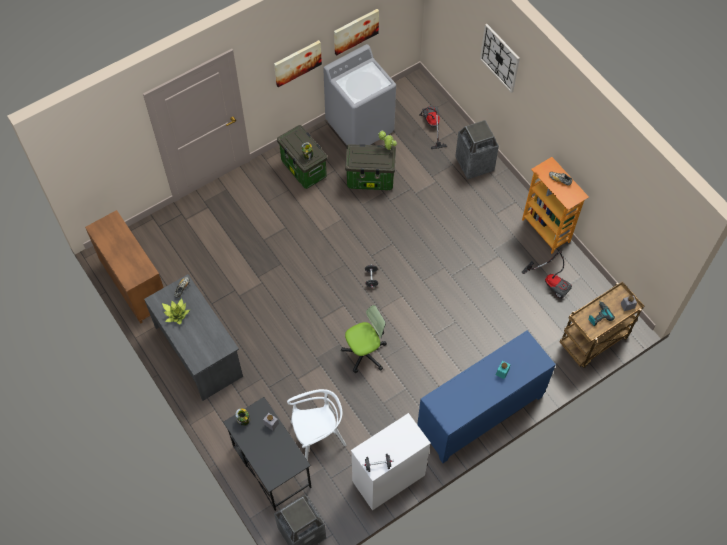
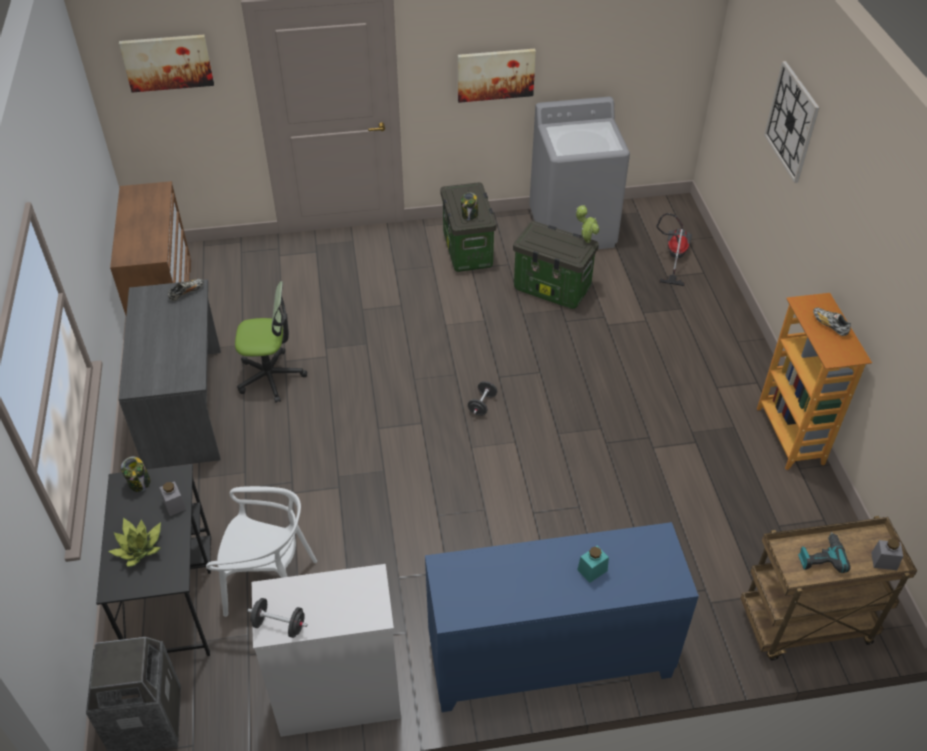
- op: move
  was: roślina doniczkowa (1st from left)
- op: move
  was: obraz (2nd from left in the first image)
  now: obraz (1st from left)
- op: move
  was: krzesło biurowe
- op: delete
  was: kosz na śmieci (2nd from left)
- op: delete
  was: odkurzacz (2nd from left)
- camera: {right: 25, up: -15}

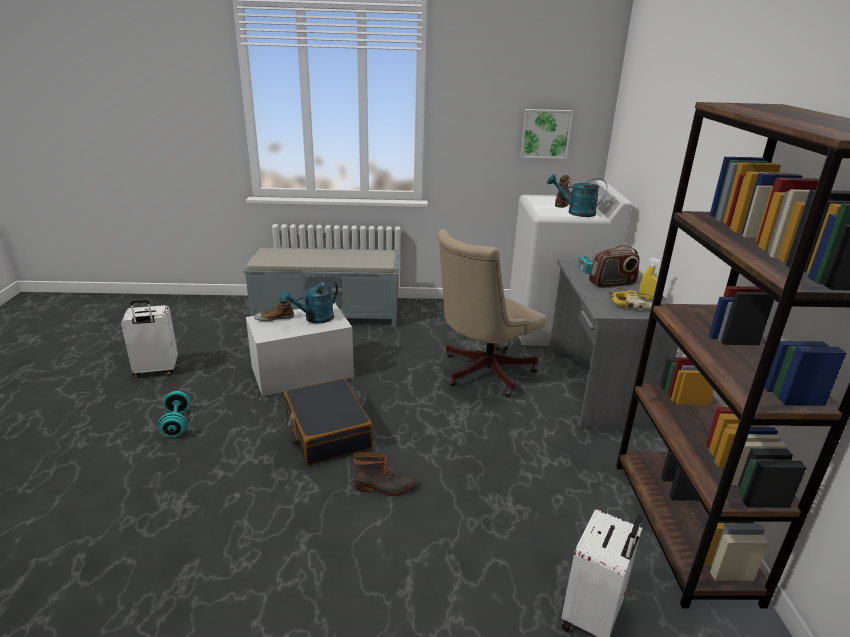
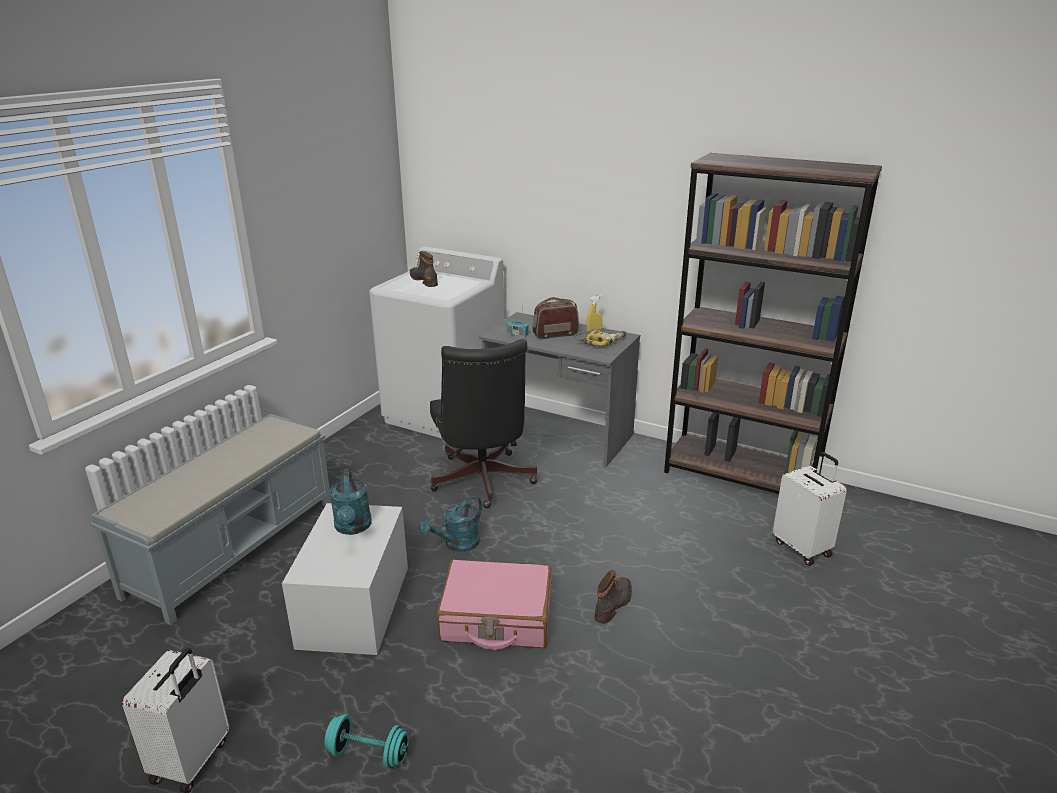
- op: move
  was: konewka [turkusowy] (2nd from left)
- op: recolor
  was: krzesło biurowe [beżowy]
  now: krzesło biurowe [czarny]
- op: recolor
  was: walizka [czarny]
  now: walizka [różowy]
- op: rotate
  was: radio (2nd from left)
  clockwise: -120
- op: delete
  was: but
- op: delete
  was: obraz
- camera: {right: -60, up: 0}

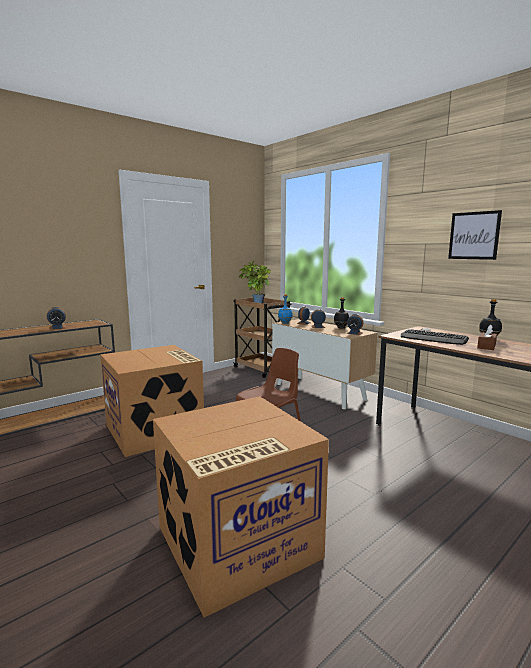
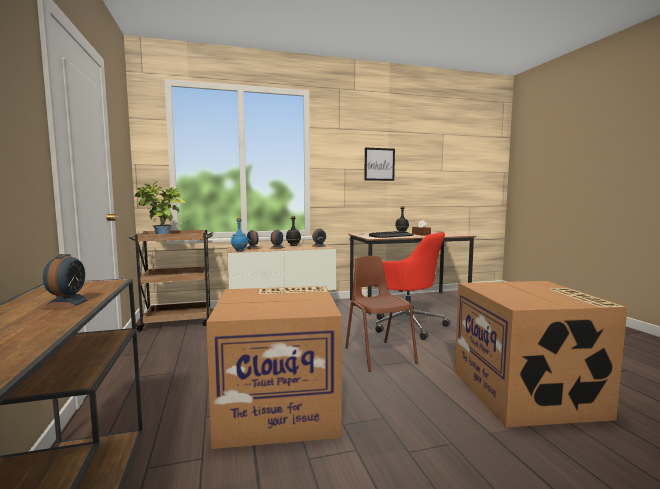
- op: insert
  now: krzesło biurowe [czerwony]
- camera: {right: -65, up: -5}

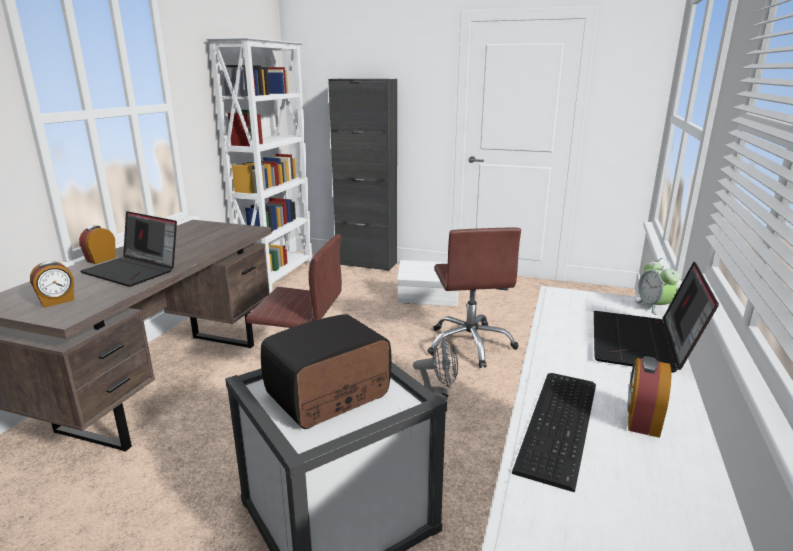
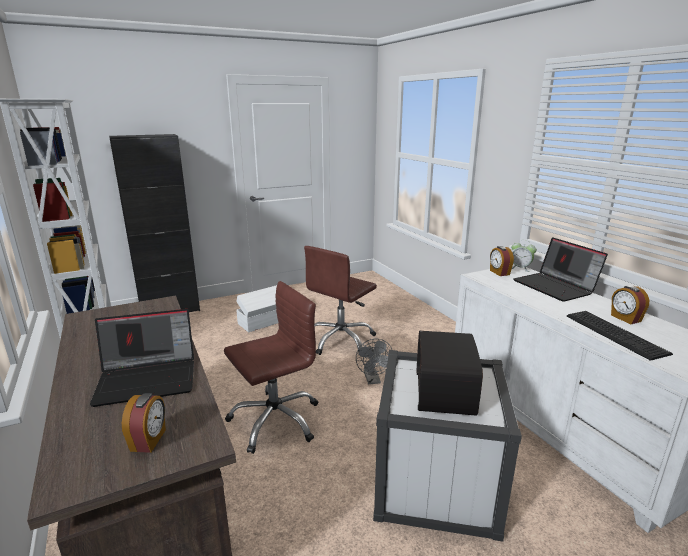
- op: rotate
  was: krzesło biurowe [brązowy] (2nd from left)
  clockwise: 90
- op: rotate
  was: wentylator [szary]
  clockwise: 120
- op: move
  was: budzik (2nd from left)
- camera: {right: -45, up: 0}

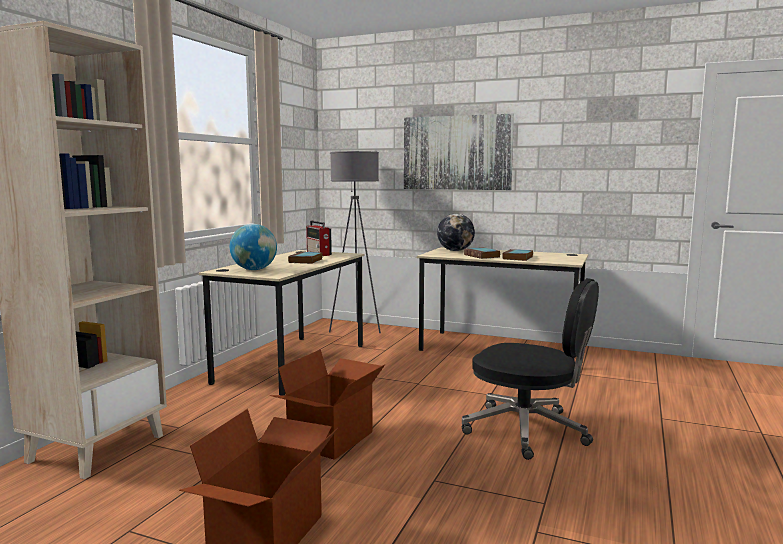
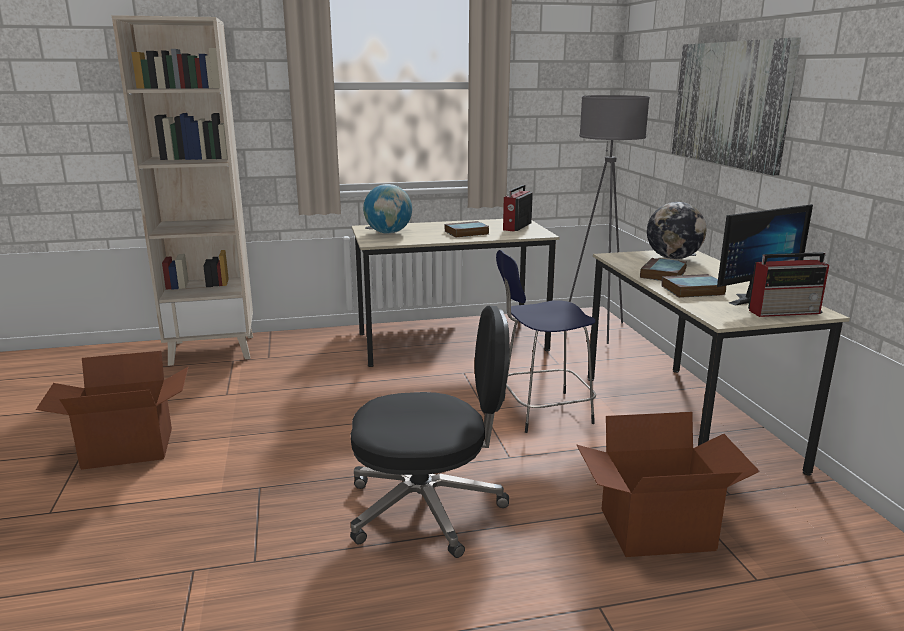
- op: rotate
  was: krzesło biurowe [czarny]
  clockwise: -90
- op: insert
  now: stołek [niebieski]
- op: move
  was: karton (2nd from left)
- op: insert
  now: monitor
- op: insert
  now: radio (2nd from left)
- camera: {right: 55, up: 10}

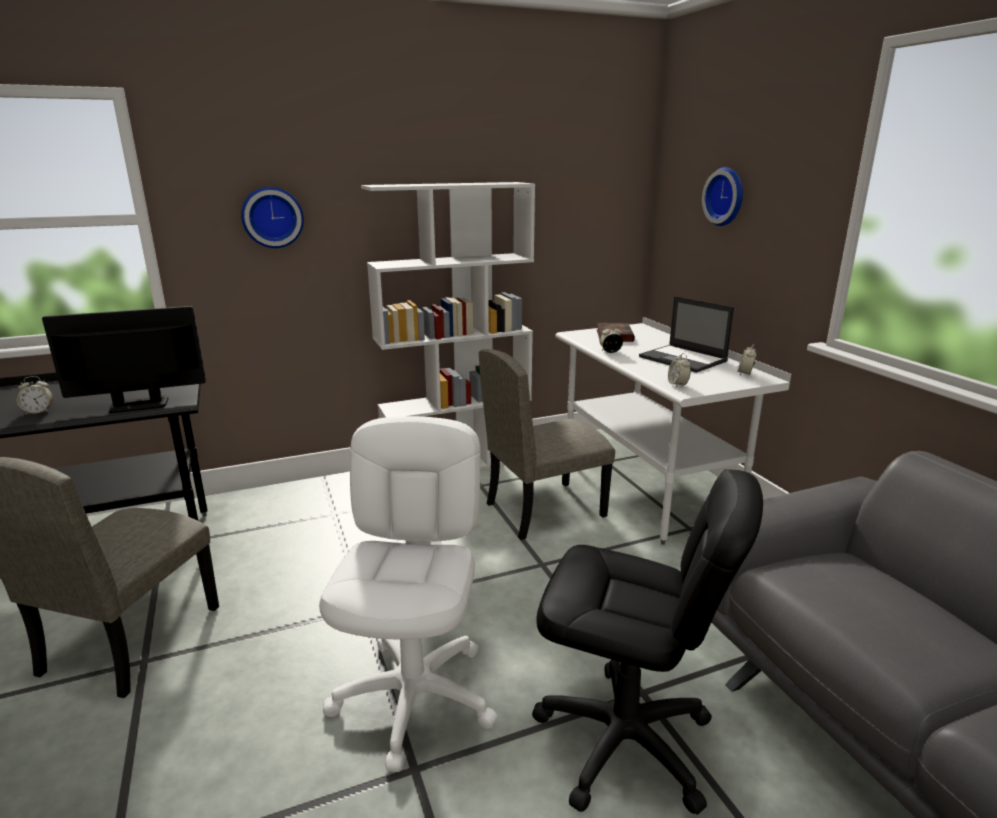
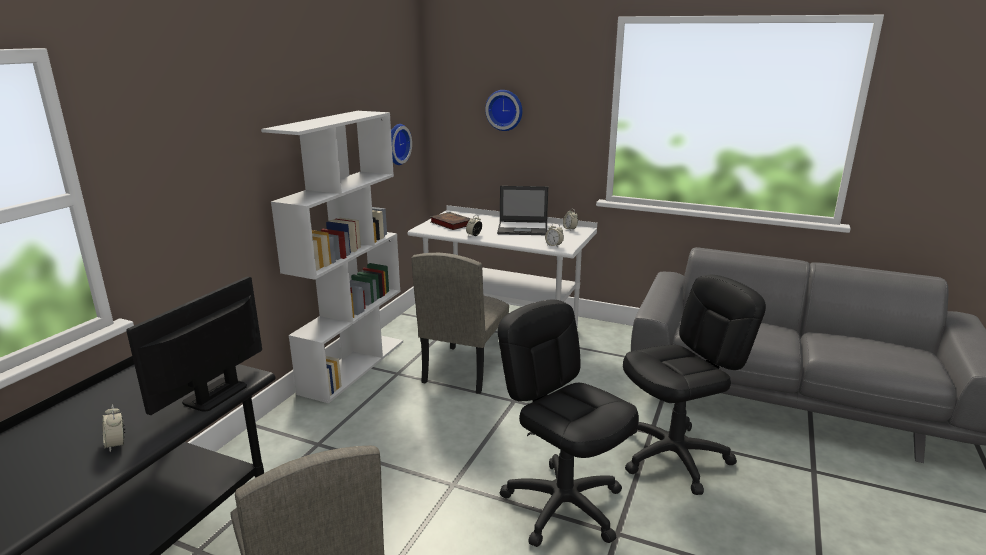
- op: rotate
  was: budzik (1st from left)
  clockwise: 120
- op: move
  was: zegar ścienny (1st from left)
- op: recolor
  was: krzesło biurowe [biały]
  now: krzesło biurowe [czarny] (1st from left)
- camera: {right: -45, up: 0}

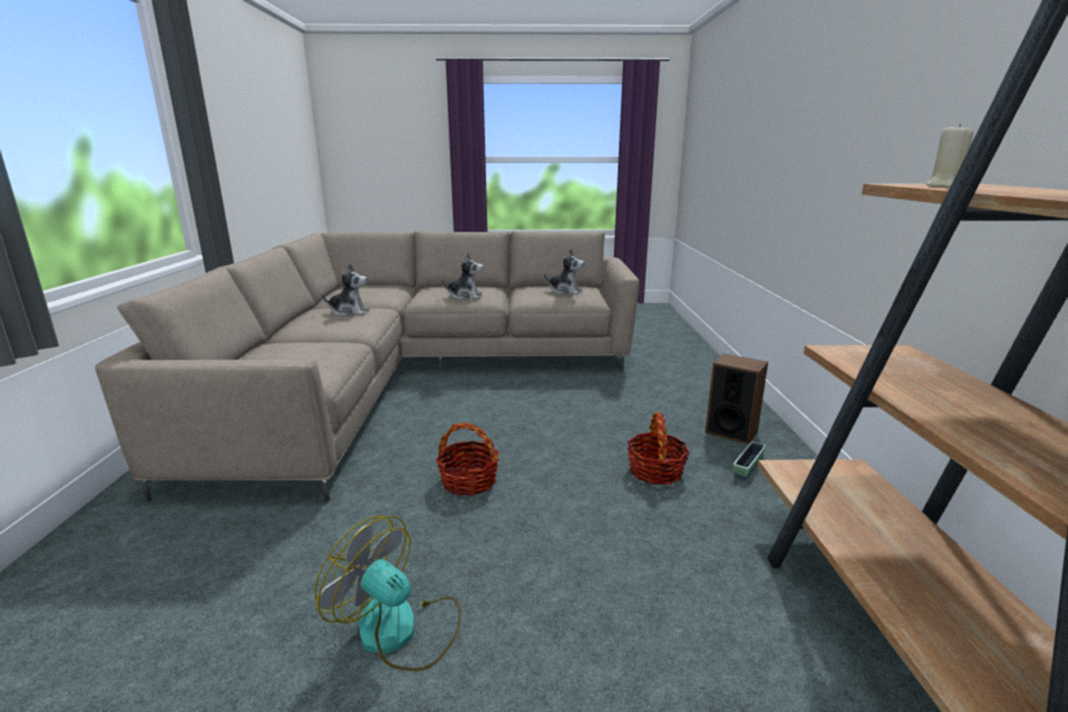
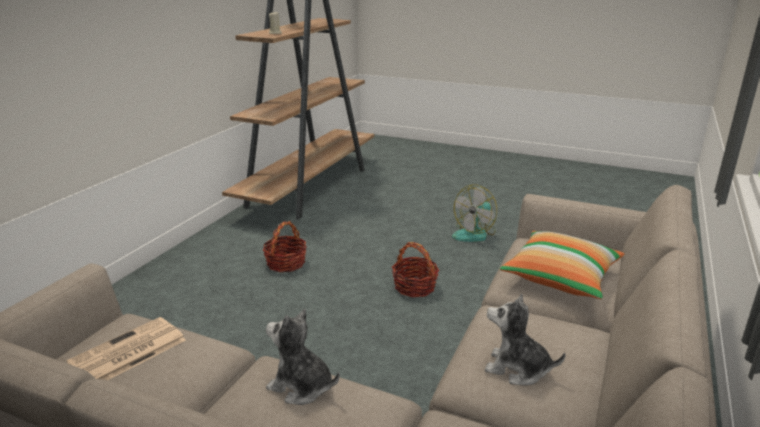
- op: replace
  was: pluszak (3rd from left)
  now: gazeta
- op: rotate
  was: wentylator
  clockwise: 75
- op: insert
  now: poduszka
- op: delete
  was: głośnik
- op: delete
  was: donica
- camera: {right: -155, up: 5}

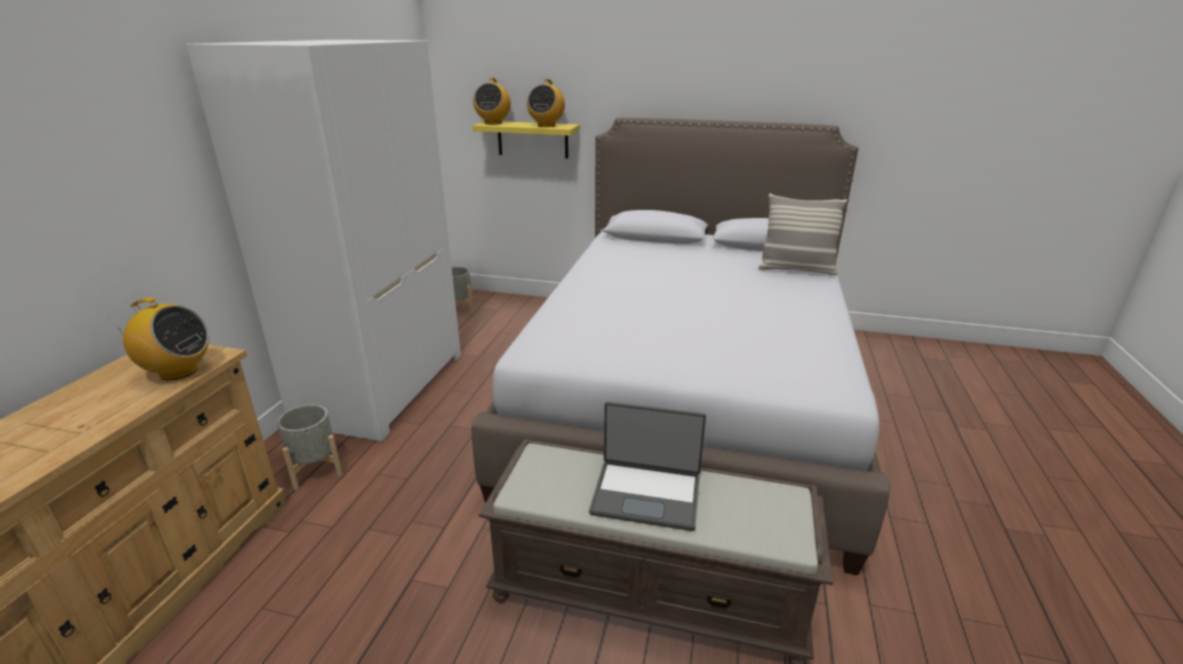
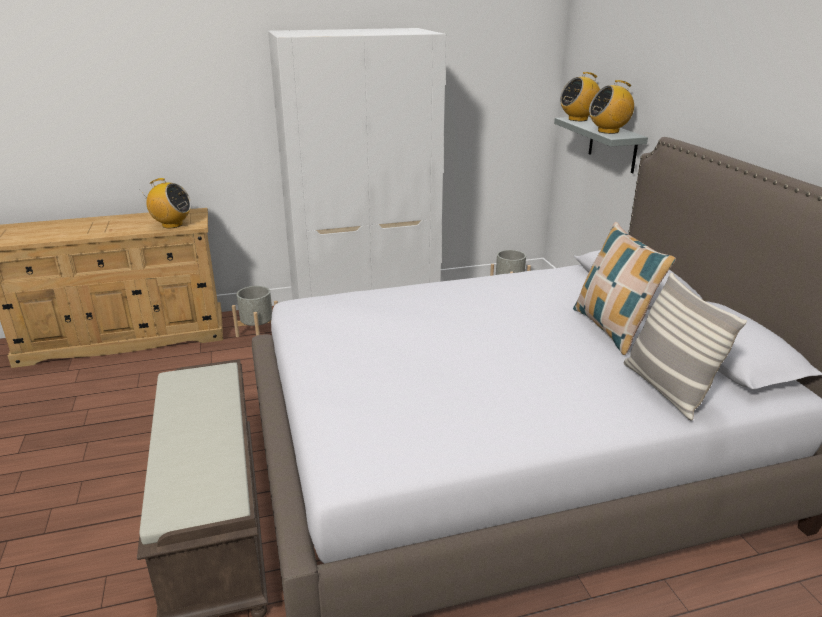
- op: rotate
  was: radio (1st from left)
  clockwise: -60
- op: recolor
  was: półka [żółty]
  now: półka [szary]
- op: insert
  now: poduszka (1st from left)
- op: delete
  was: laptop
- camera: {right: 60, up: 0}

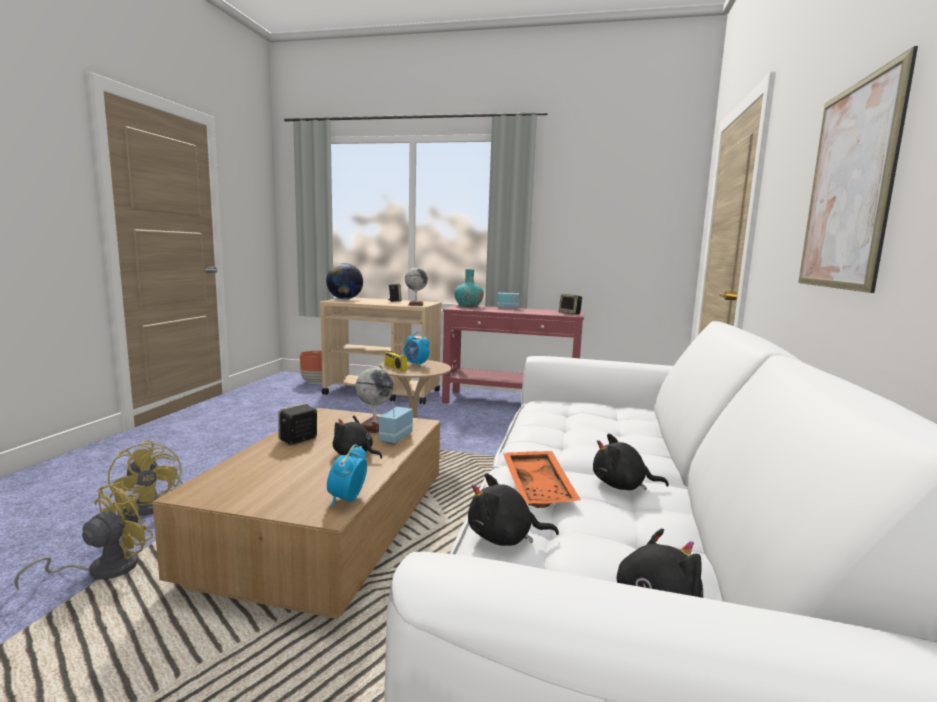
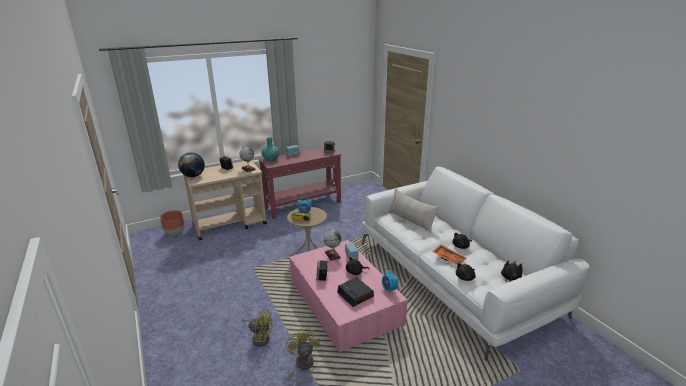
- op: recolor
  was: ława [brązowy]
  now: ława [różowy]
- op: insert
  now: budzik (2nd from left)
- op: insert
  now: poduszka [beżowy]
- op: delete
  was: obraz
- camera: {right: -40, up: 15}

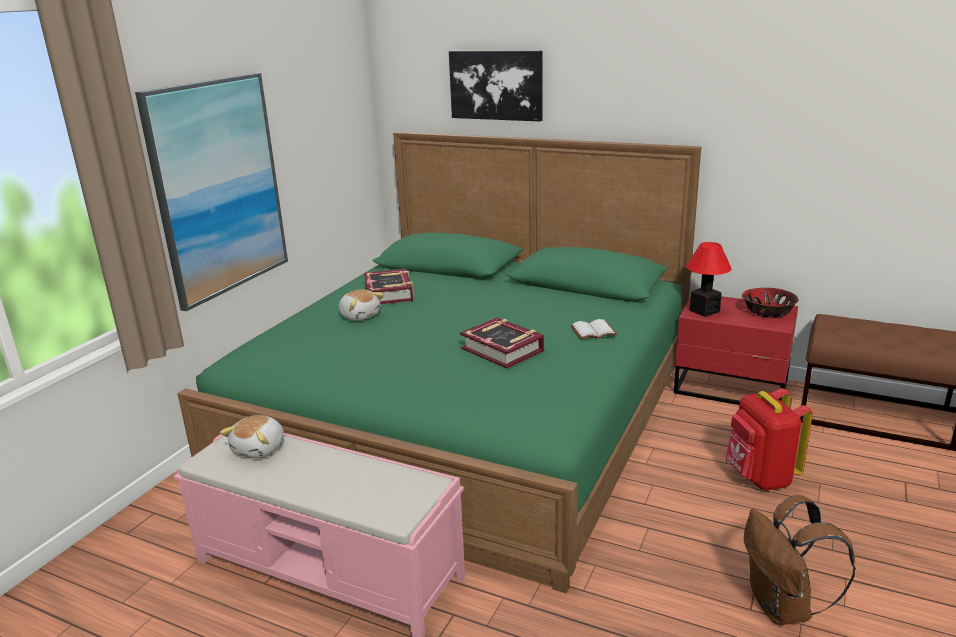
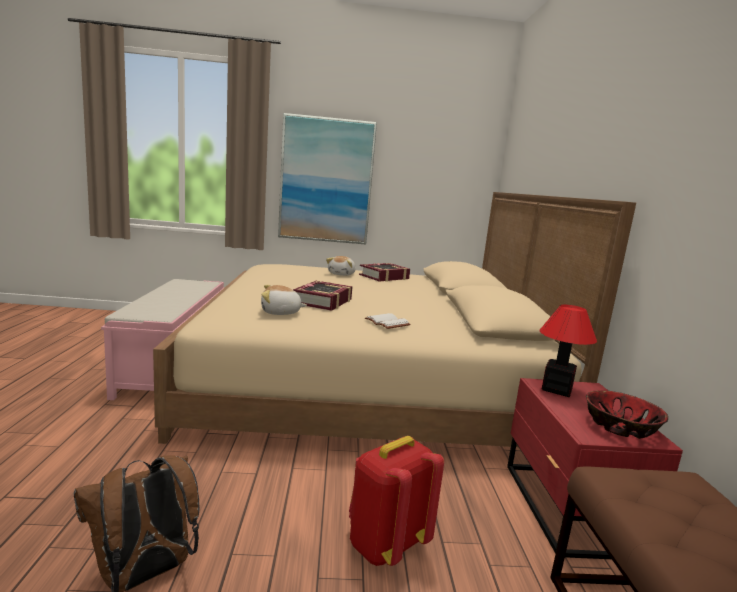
- op: recolor
  was: łóżko [zielony]
  now: łóżko [beżowy]
- op: move
  was: pluszak (1st from left)
- op: delete
  was: obraz (2nd from left)
- camera: {right: 60, up: -10}

